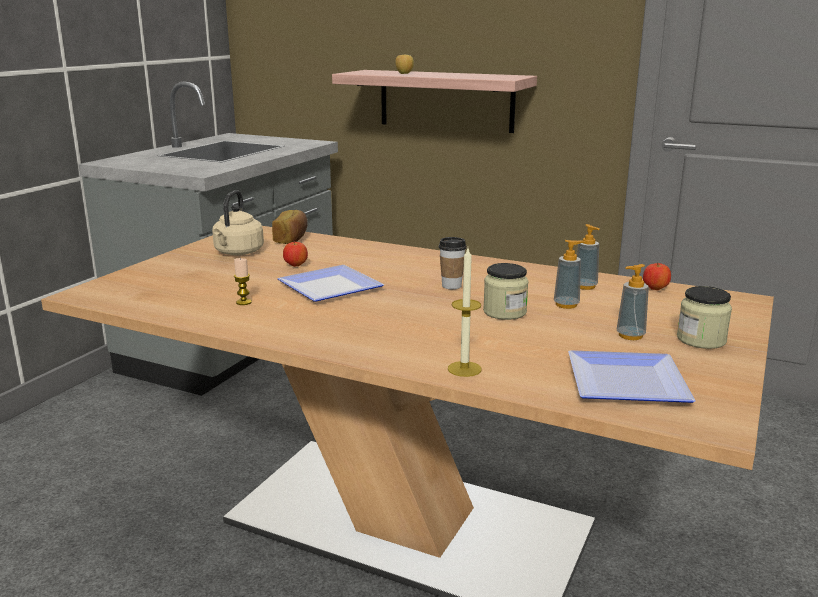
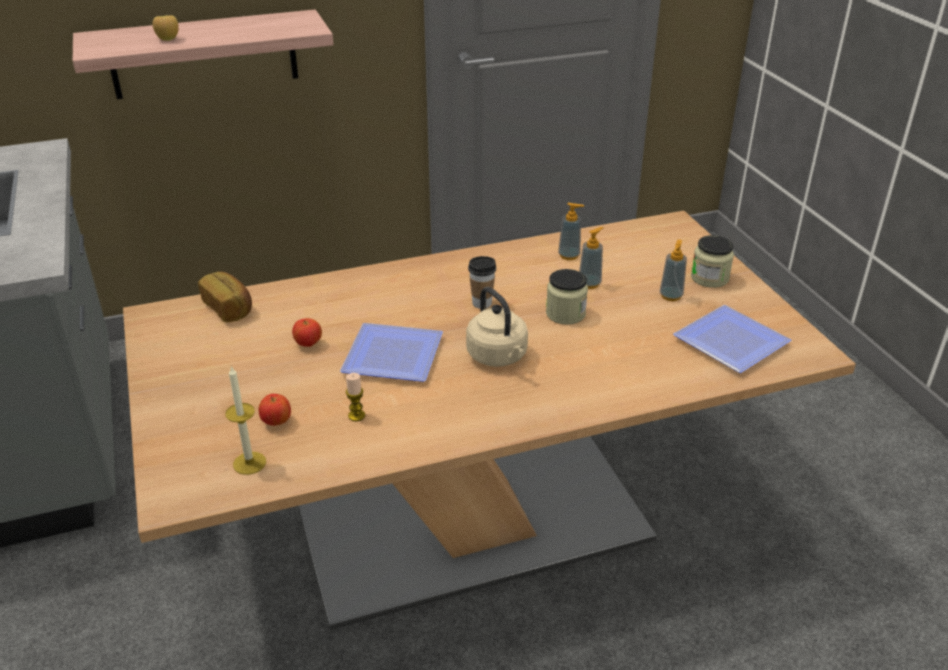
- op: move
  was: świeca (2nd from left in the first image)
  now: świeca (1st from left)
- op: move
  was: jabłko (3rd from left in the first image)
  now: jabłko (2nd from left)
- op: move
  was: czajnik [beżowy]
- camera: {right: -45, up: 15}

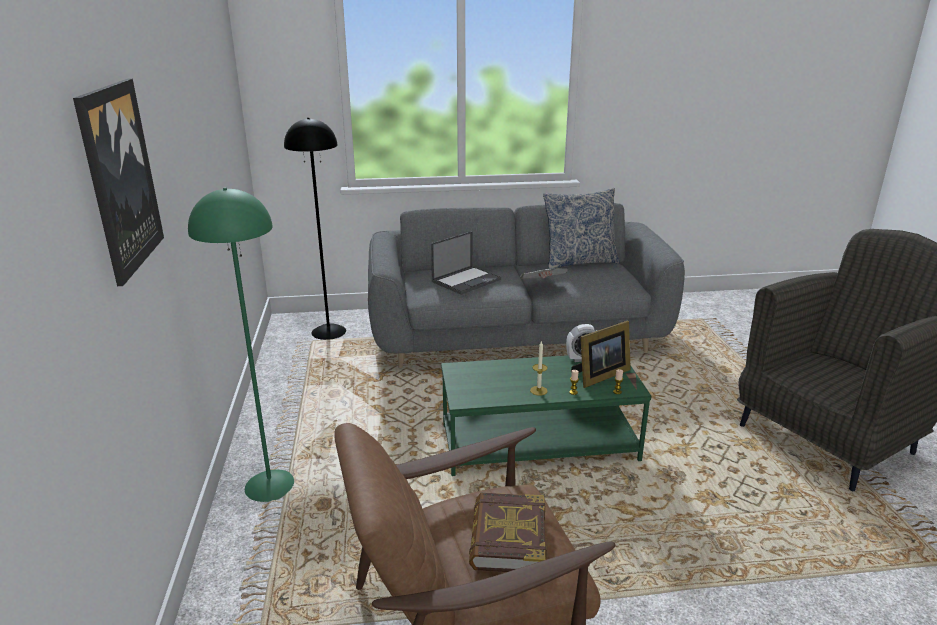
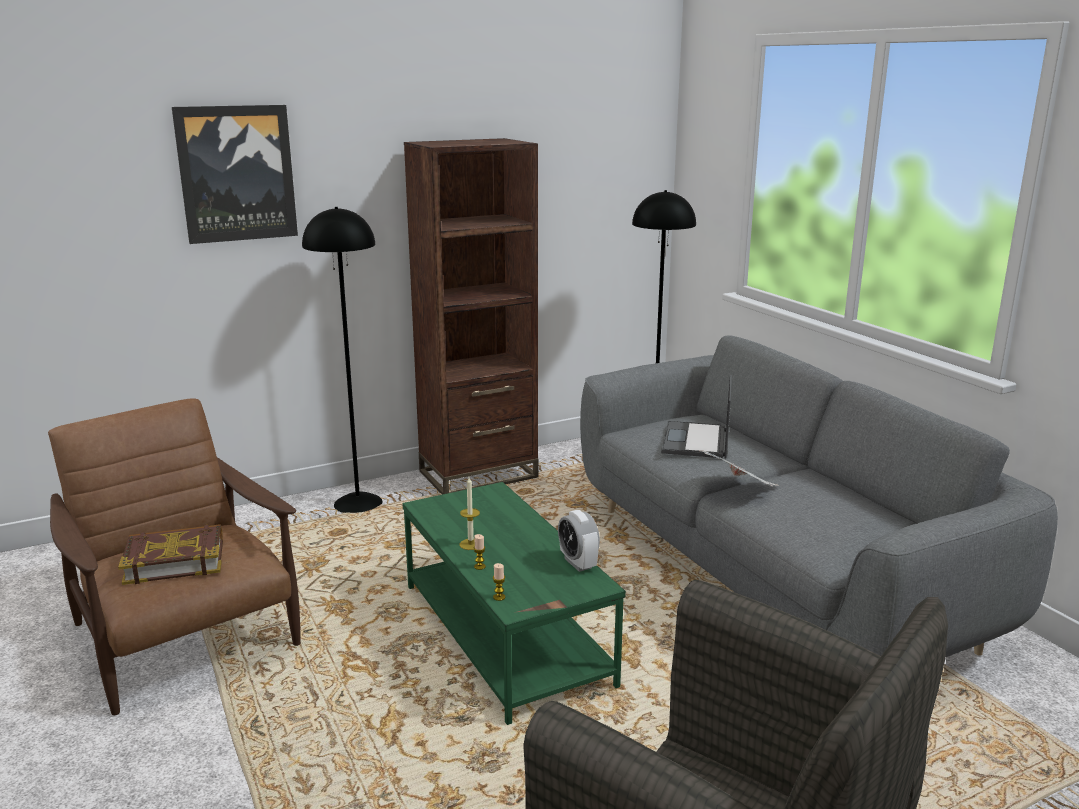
- op: recolor
  was: lampa stojąca [zielony]
  now: lampa stojąca [czarny] (1st from left)
- op: insert
  now: regał [brązowy]
- op: rotate
  was: laptop
  clockwise: 75
- op: delete
  was: poduszka
- op: delete
  was: ramka na zdjęcie
- camera: {right: 70, up: -5}

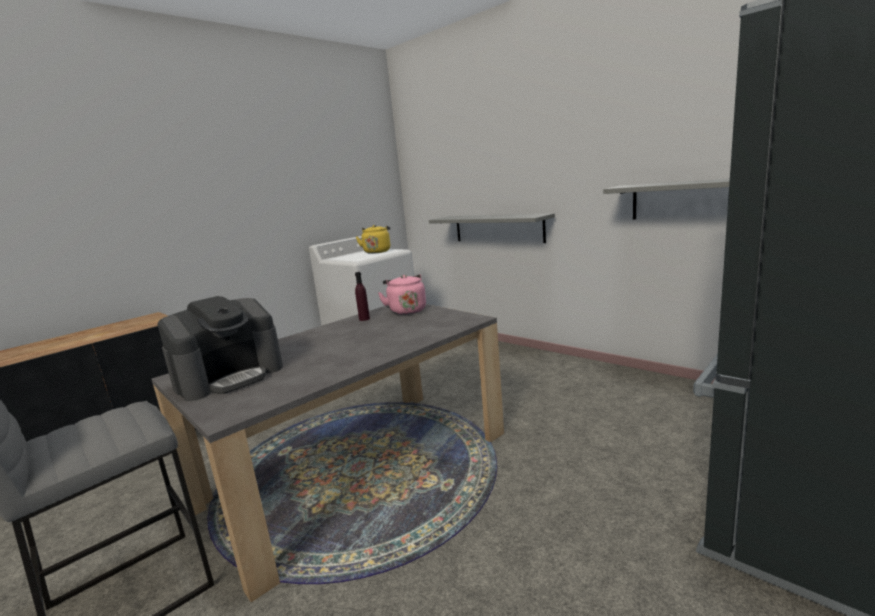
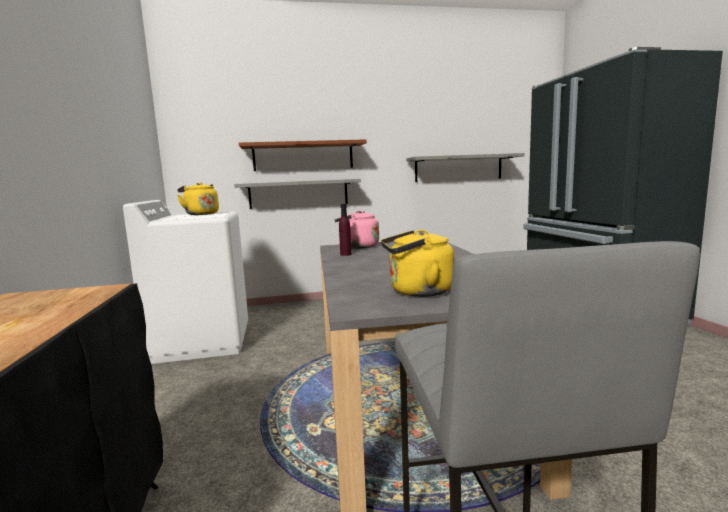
- op: insert
  now: półka [brązowy]
- op: replace
  was: ekspres do kawy
  now: czajnik [żółty] (2nd from left)
- camera: {right: -55, up: -5}

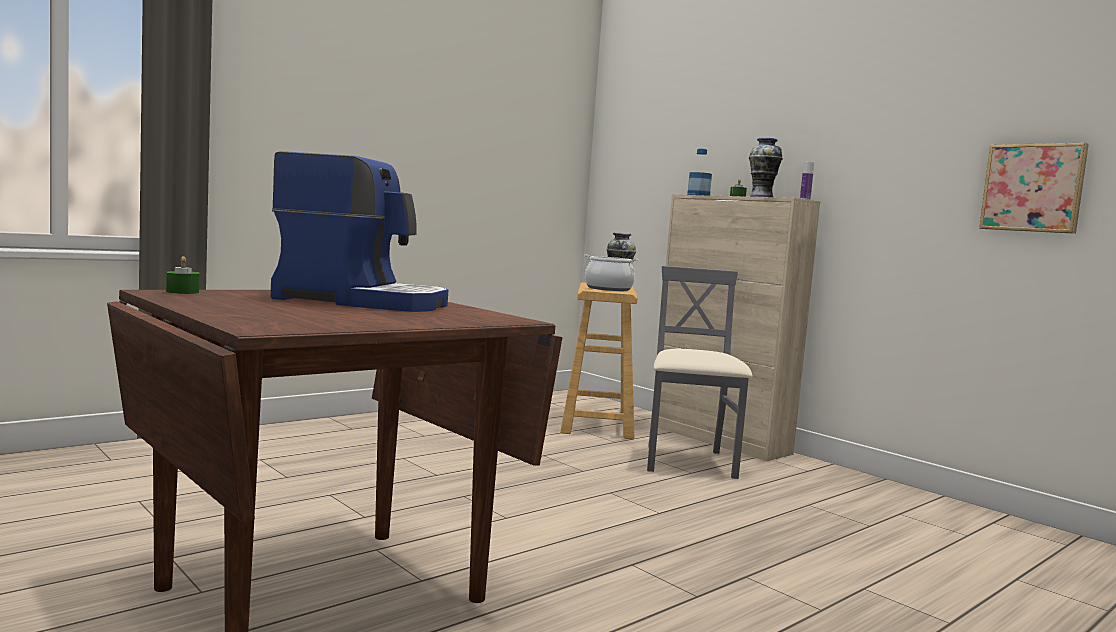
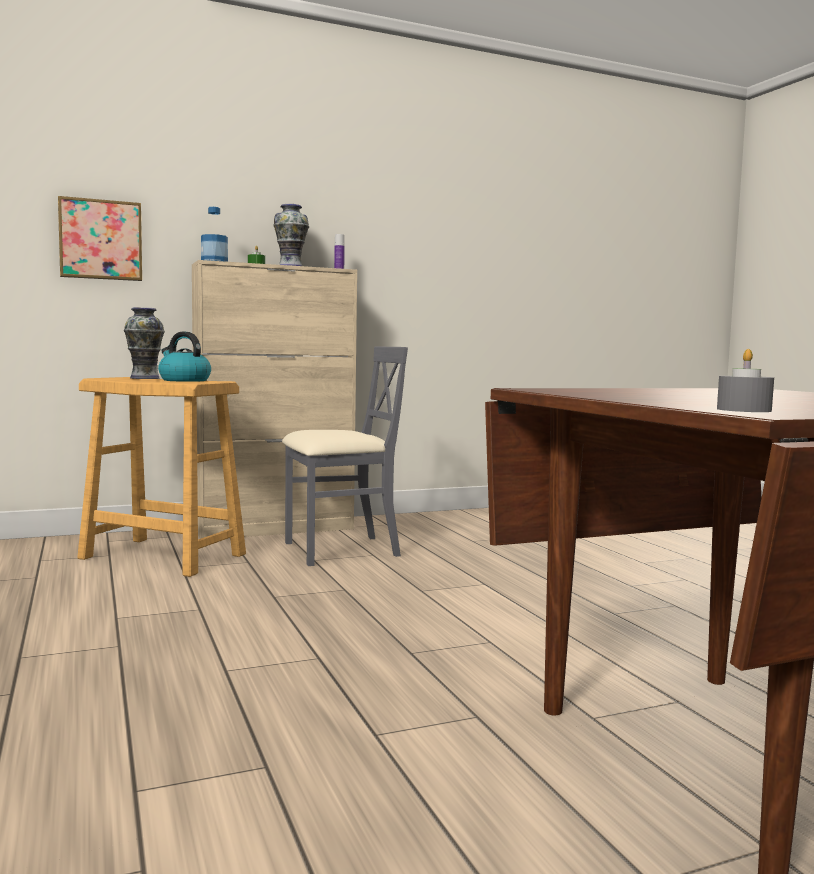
- op: move
  was: obraz
- op: replace
  was: garnek
  now: czajnik
- op: rotate
  was: krzesło [szary]
  clockwise: 135
- op: recolor
  was: świeca [zielony] (1st from left)
  now: świeca [szary]
- op: delete
  was: ekspres do kawy
- camera: {right: -70, up: 0}

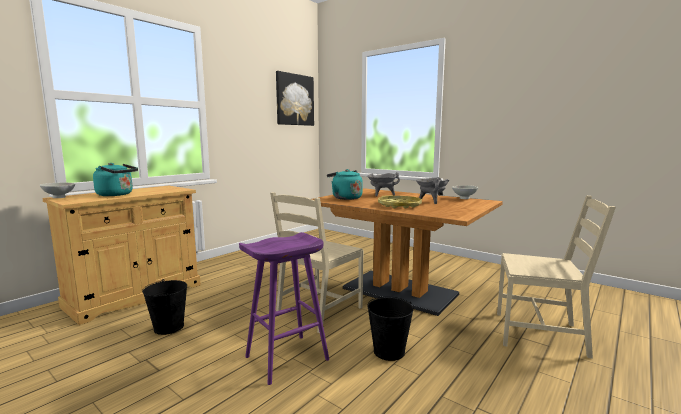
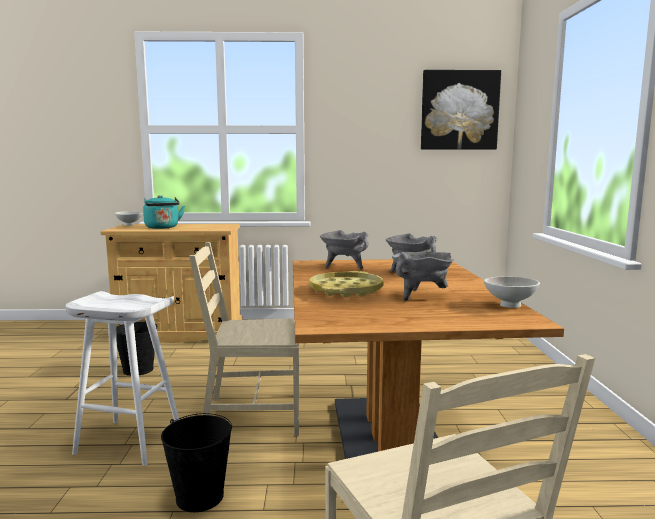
- op: recolor
  was: stołek [fioletowy]
  now: stołek [biały]
- op: replace
  was: czajnik [turkusowy] (2nd from left)
  now: garnek [szary] (1st from left)
- camera: {right: 50, up: 0}

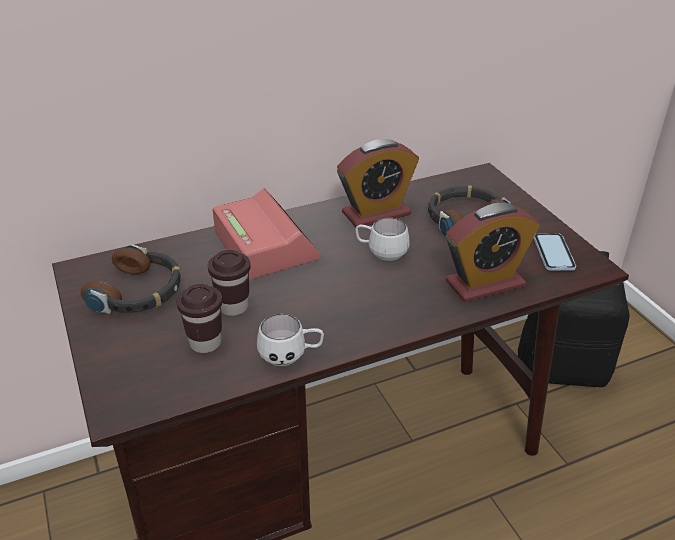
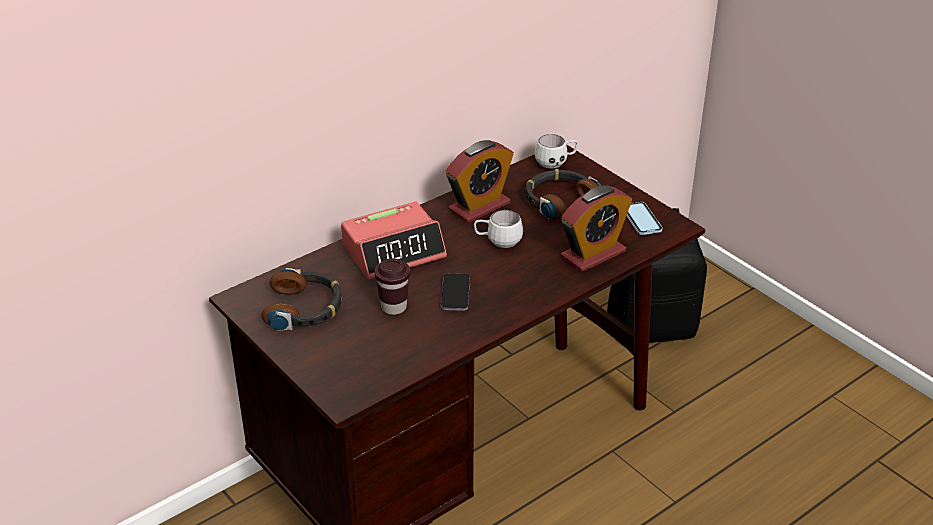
- op: rotate
  was: budzik (1st from left)
  clockwise: 105
- op: insert
  now: telefon (1st from left)
- op: move
  was: kubek [biały] (1st from left in the first image)
  now: kubek [biały] (2nd from left)
- op: delete
  was: filiżanka [brązowy] (1st from left)
- camera: {right: -15, up: 0}

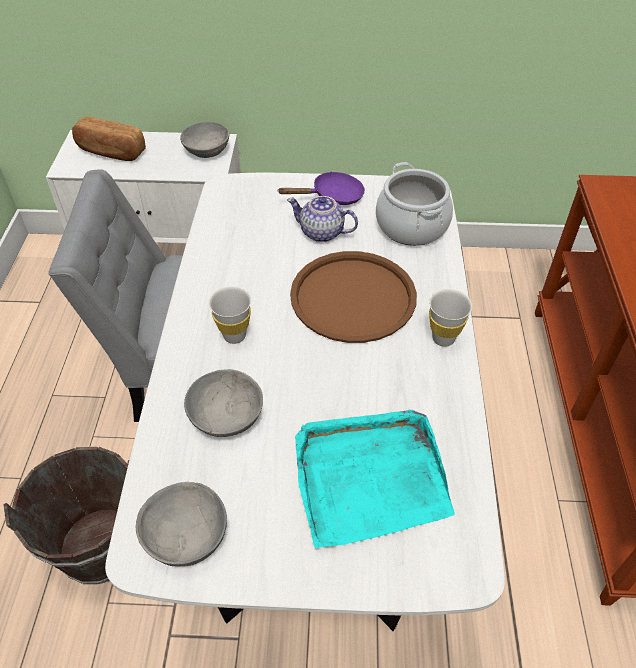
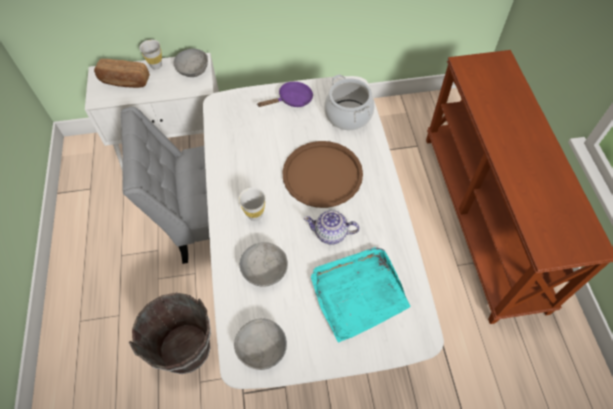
- op: move
  was: filiżanka [biały] (2nd from left in the first image)
  now: filiżanka [biały] (1st from left)
- op: move
  was: imbryk
- camera: {right: -10, up: 10}

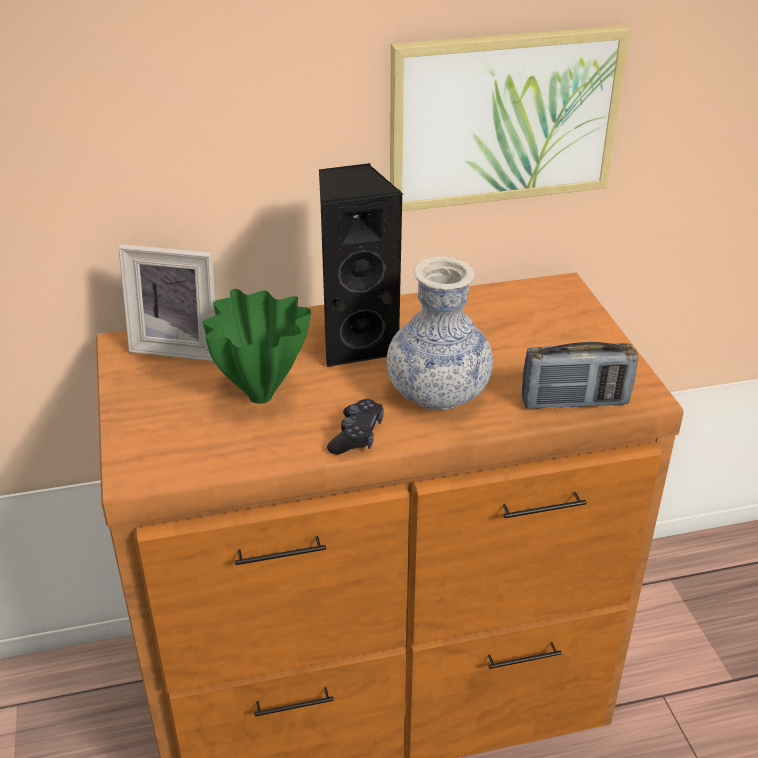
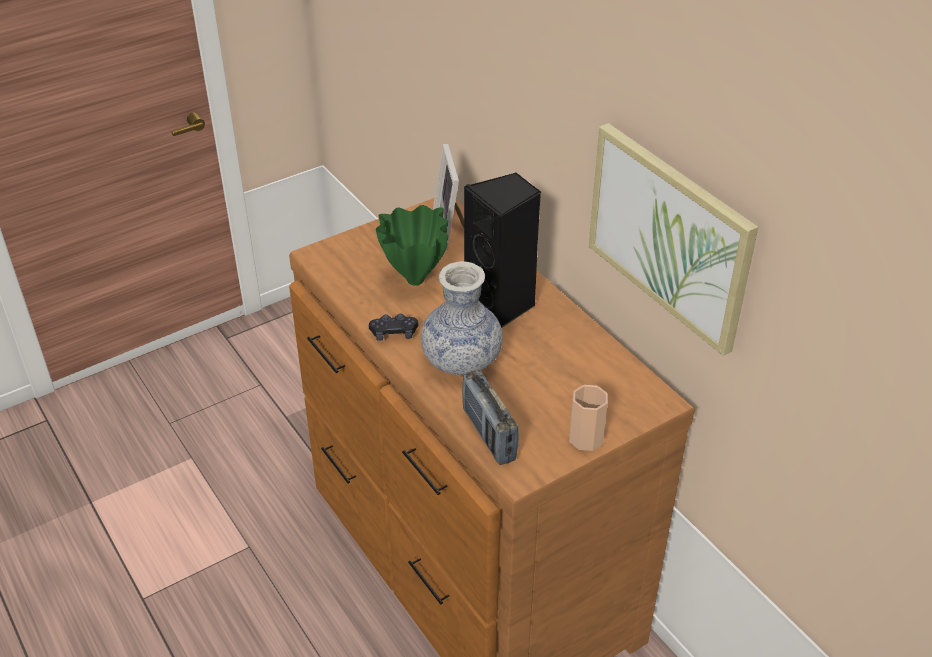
- op: insert
  now: filiżanka
- camera: {right: 70, up: 5}

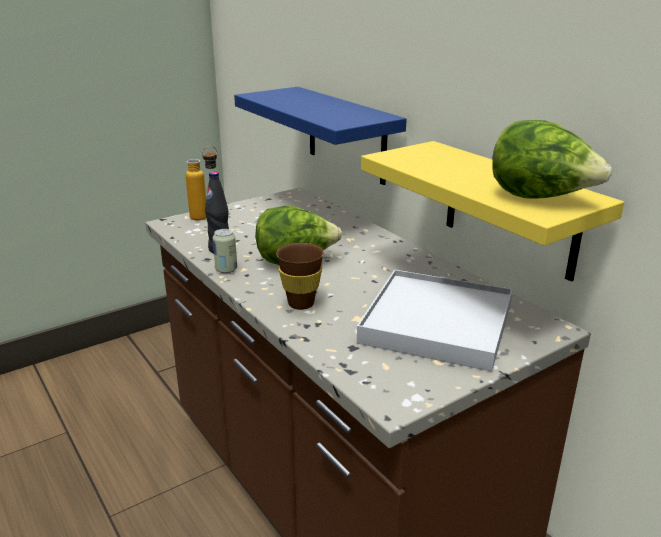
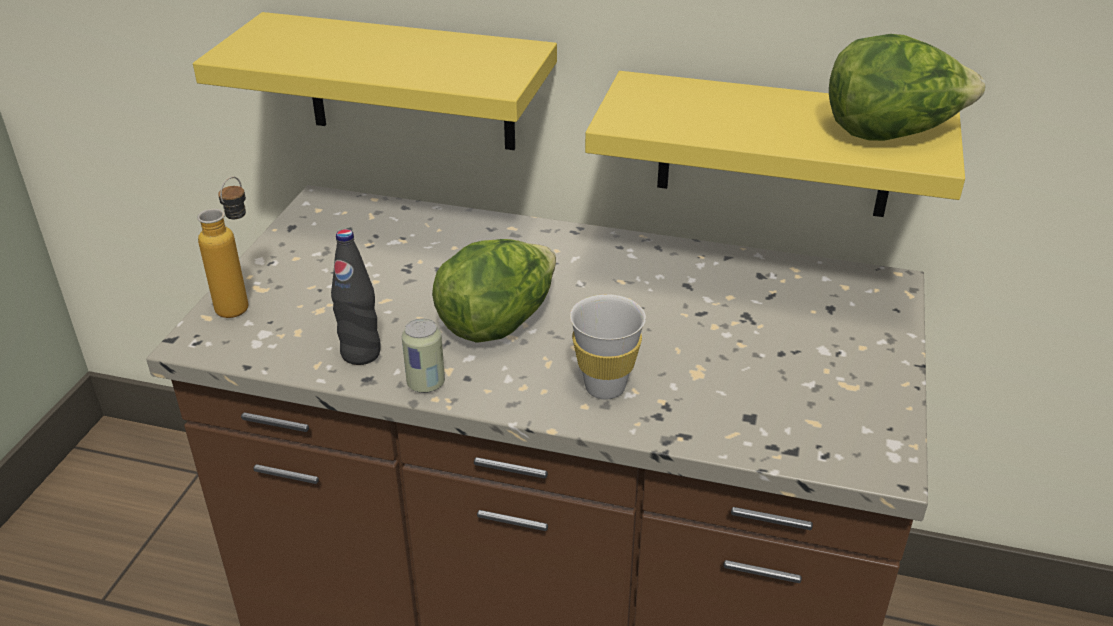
- op: recolor
  was: półka [niebieski]
  now: półka [żółty] (1st from left)
- op: recolor
  was: filiżanka [brązowy]
  now: filiżanka [biały]
- op: delete
  was: taca [biały]
- camera: {right: -40, up: 10}

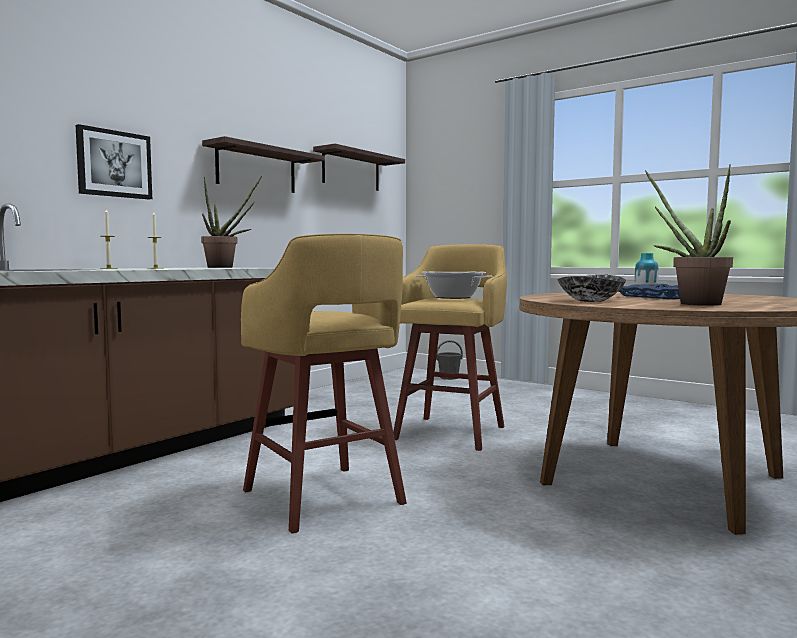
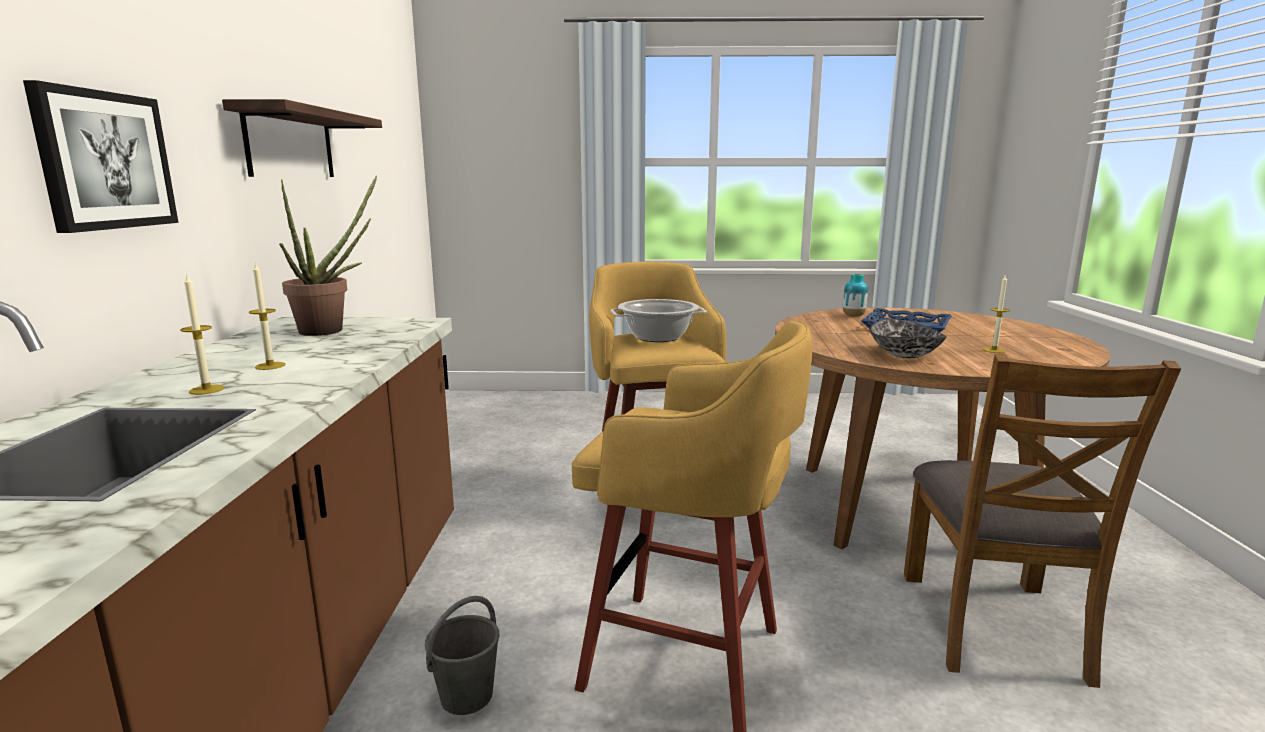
- op: move
  was: wiadro [szary]
- op: insert
  now: krzesło [brązowy]
- op: replace
  was: roślina doniczkowa (2nd from left)
  now: świeca (3rd from left)
- op: delete
  was: półka (2nd from left)
- camera: {right: -35, up: 10}

